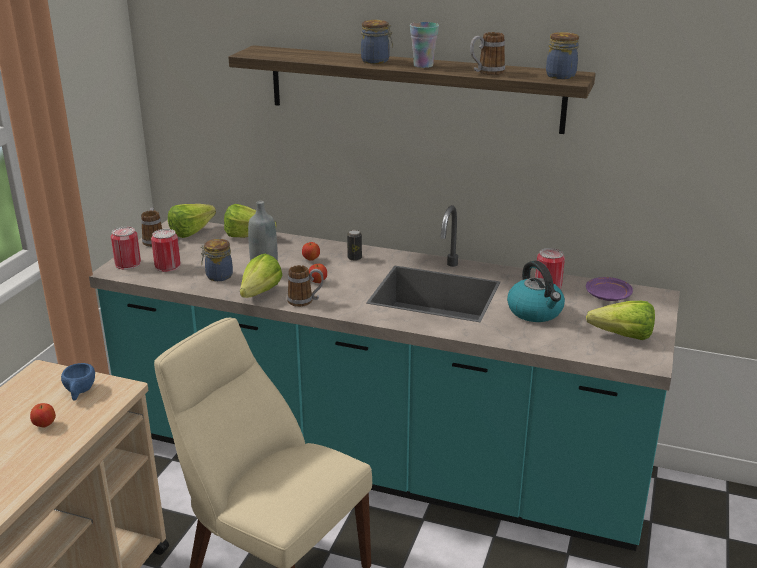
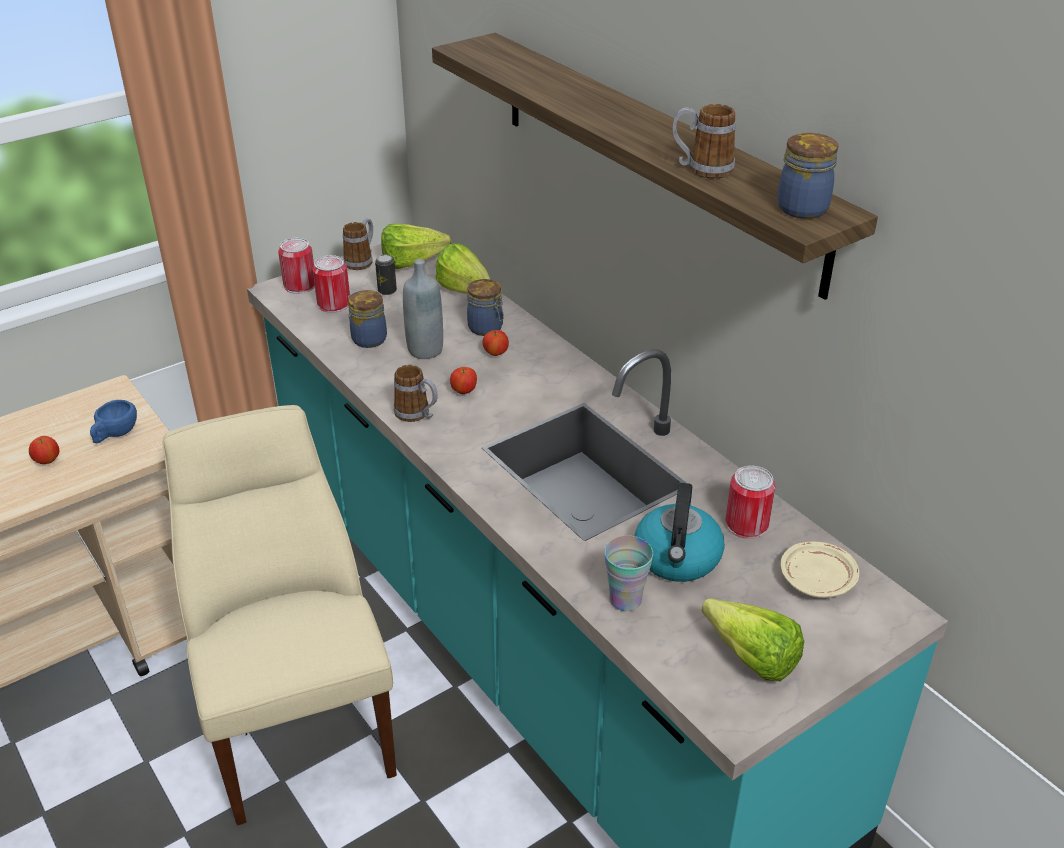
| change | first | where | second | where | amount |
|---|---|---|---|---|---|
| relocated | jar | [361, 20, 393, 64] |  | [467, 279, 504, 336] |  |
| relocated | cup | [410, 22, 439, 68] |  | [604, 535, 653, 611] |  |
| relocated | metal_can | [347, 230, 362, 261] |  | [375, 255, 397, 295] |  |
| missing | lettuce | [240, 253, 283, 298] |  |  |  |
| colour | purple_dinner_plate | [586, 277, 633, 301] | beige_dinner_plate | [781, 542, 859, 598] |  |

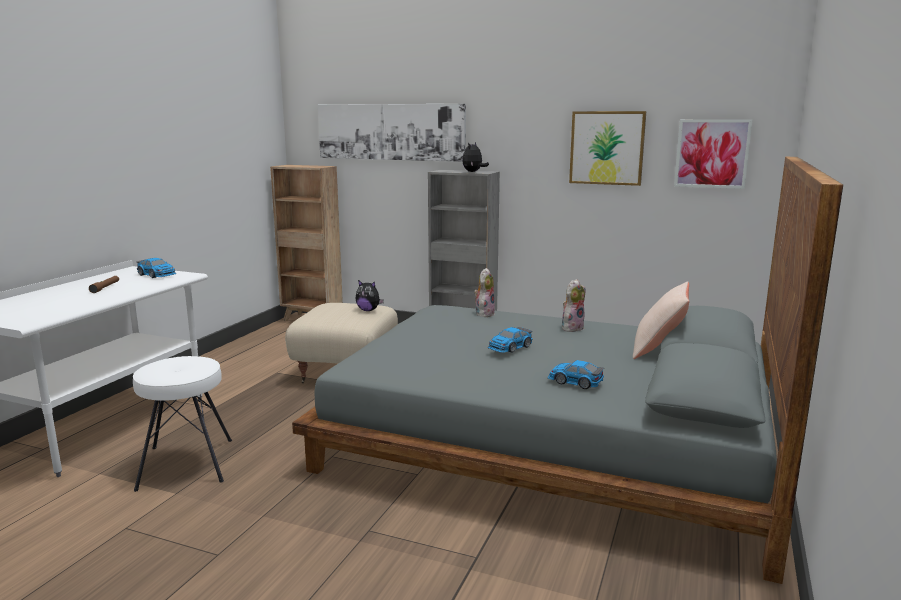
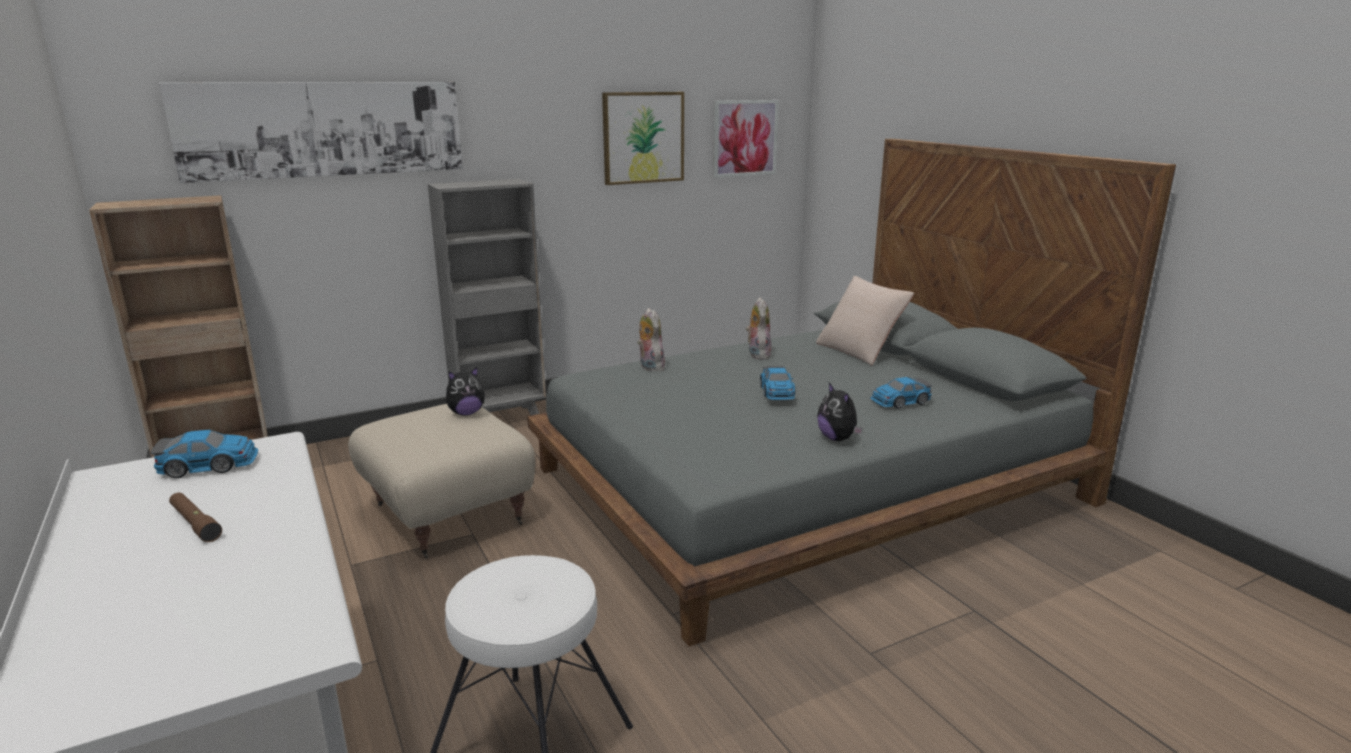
| change | first | where | second | where | amount |
|---|---|---|---|---|---|
| relocated | plush_toy | [462, 142, 489, 172] |  | [817, 383, 863, 441] |  |

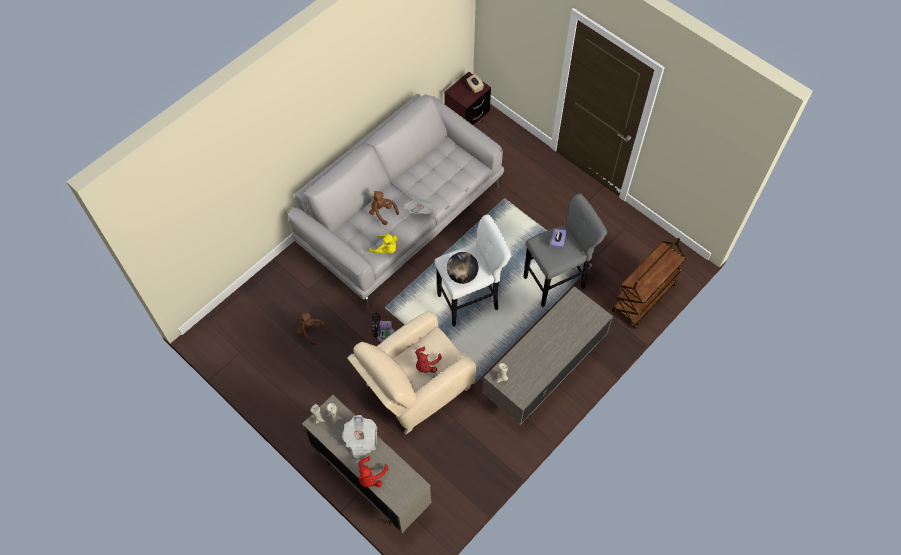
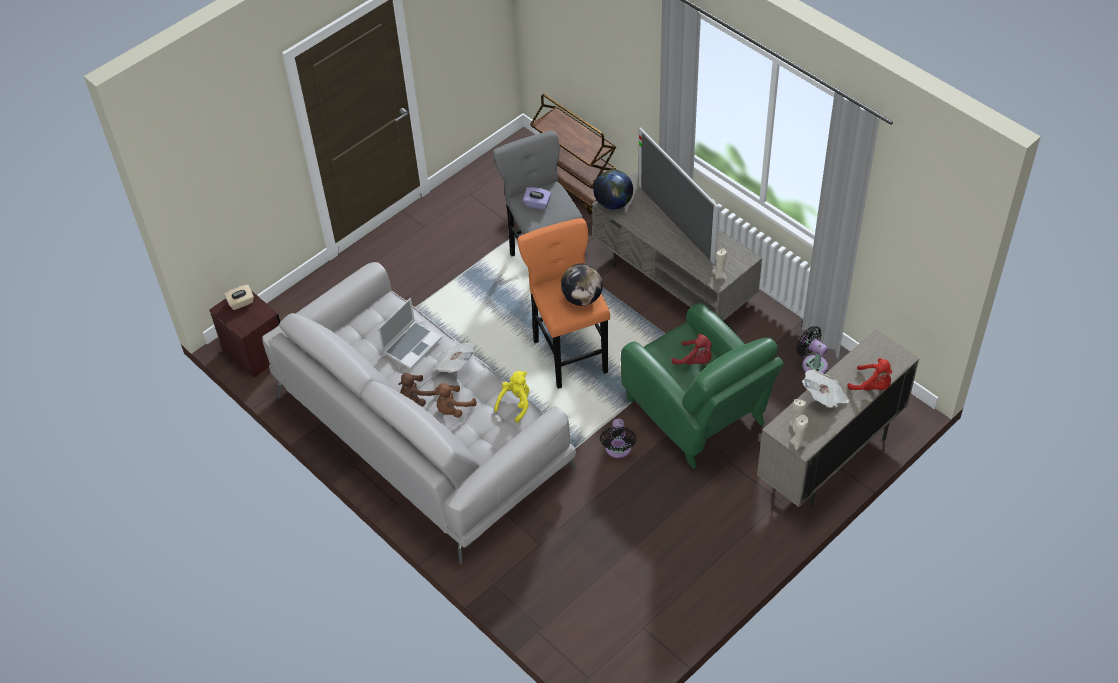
| change | first | where | second | where | amount |
|---|---|---|---|---|---|
| colour | white_stool | [434, 214, 511, 327] | orangey_stool | [517, 218, 610, 389] |  |
| colour | beige_armchair | [347, 311, 476, 434] | greenish_armchair | [621, 303, 784, 469] |  |
| relocated | brownish_plush_toy | [297, 312, 328, 345] |  | [399, 373, 438, 407] |  |
| appeared |  |  | TV_set | [638, 127, 719, 264] |  |
| appeared |  |  | globe | [593, 170, 633, 210] |  |
| appeared |  |  | notebook_computer | [378, 298, 442, 369] |  |
| appeared |  |  | black-coloured_cooling_fan | [796, 326, 828, 374] |  |

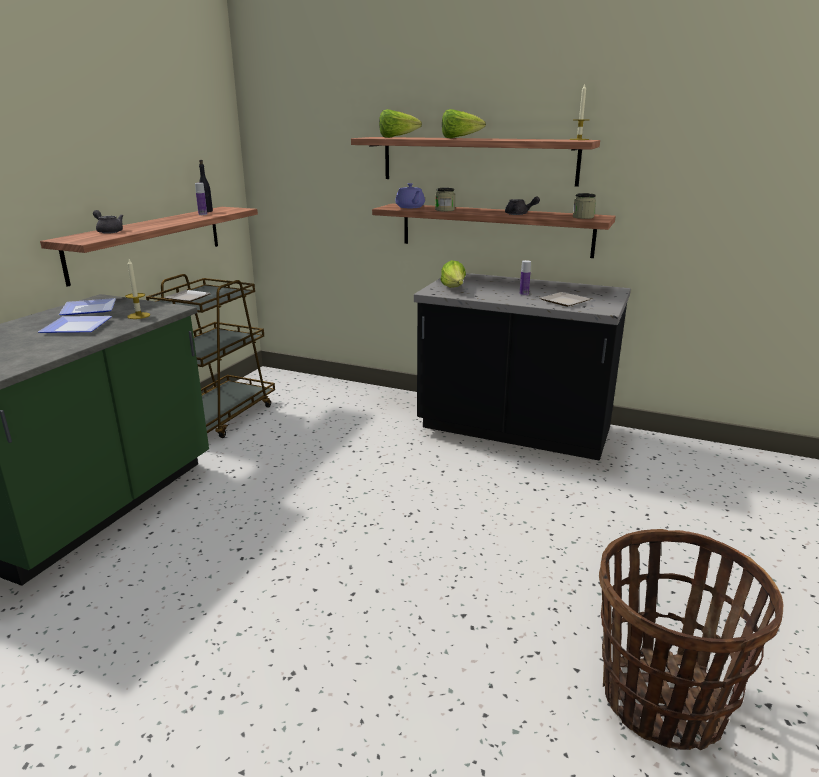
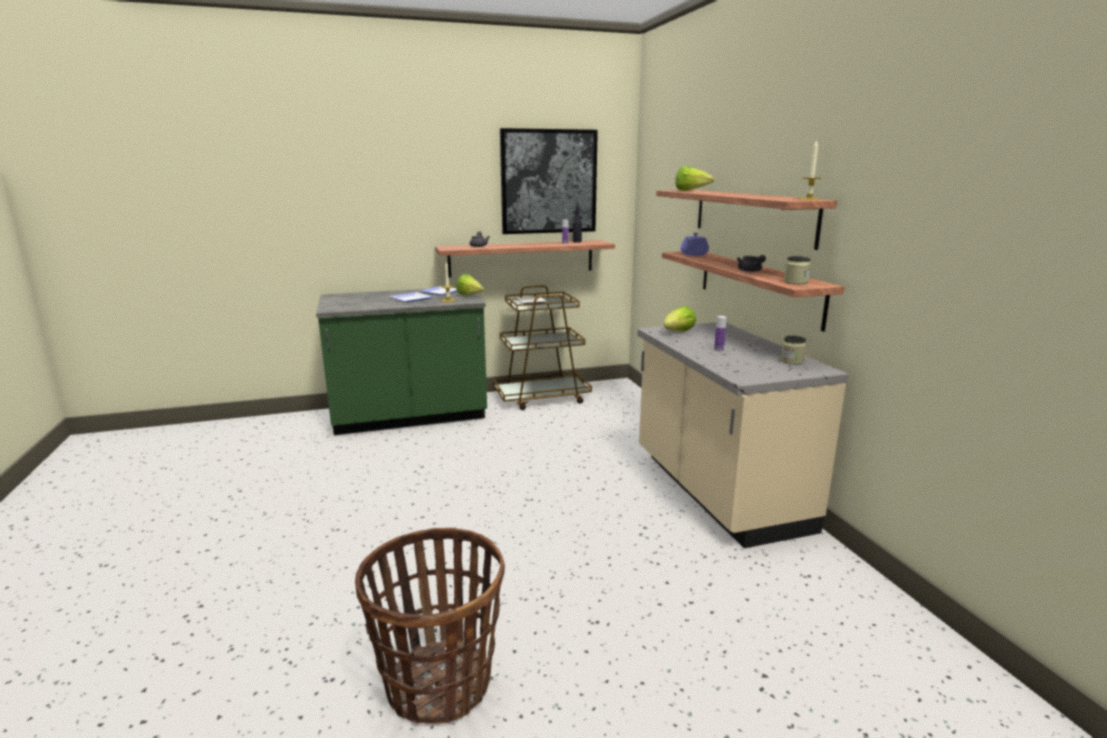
| change | first | where | second | where | amount |
|---|---|---|---|---|---|
| relocated | lettuce | [442, 109, 486, 138] |  | [457, 274, 484, 295] |  |
| relocated | jar | [435, 188, 455, 211] |  | [781, 335, 807, 364] |  |
| colour | black-coloured_counter | [414, 273, 631, 461] | beige_counter | [637, 322, 849, 548] |  |
| missing | dinner_plate | [540, 292, 590, 307] |  |  |  |
| appeared |  |  | wall_art | [500, 128, 598, 234] |  |

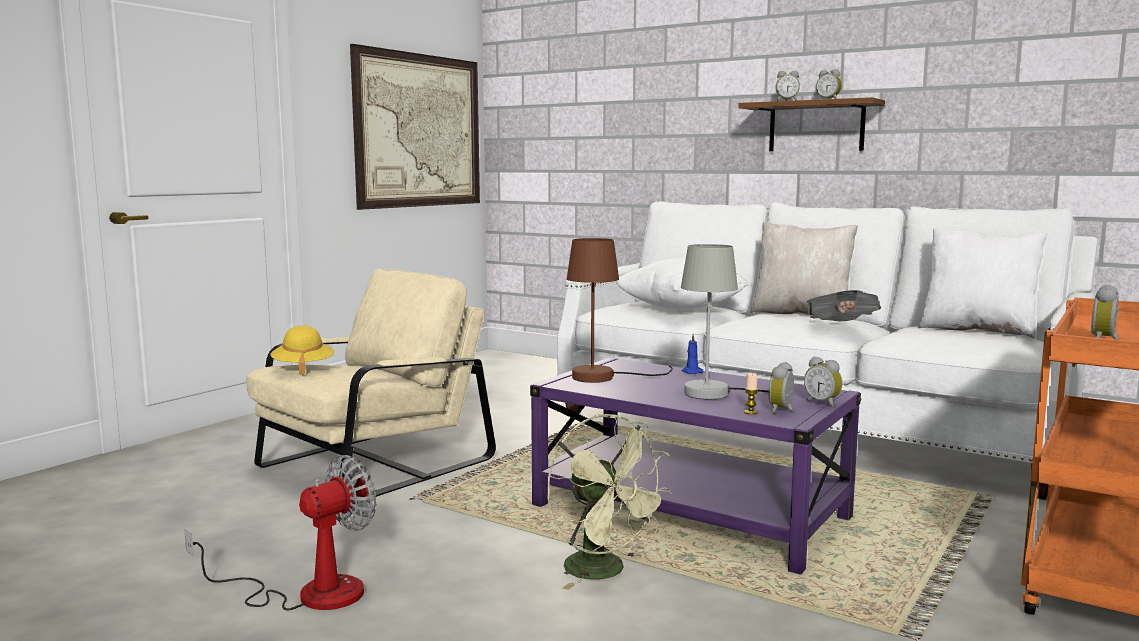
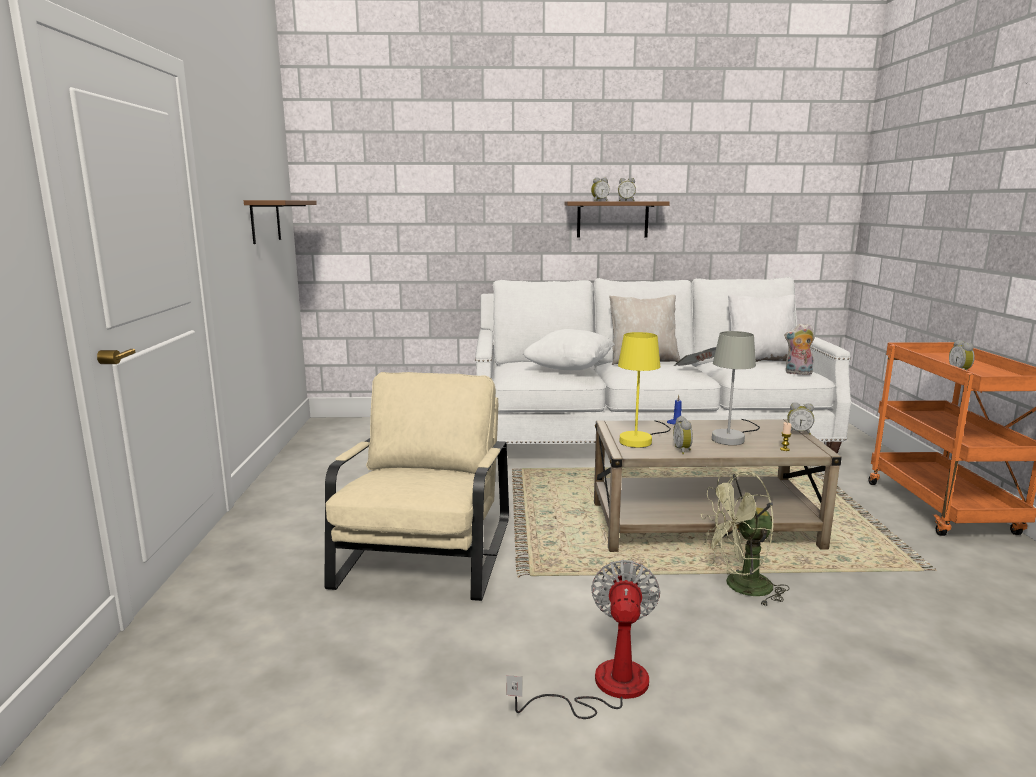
| change | first | where | second | where | amount |
|---|---|---|---|---|---|
| exchanged | wall_art | [350, 44, 480, 210] | brownish_wall_shelf | [244, 200, 317, 244] |  |
| colour | brownish_tabletop_lamp | [567, 238, 673, 383] | yellow_tabletop_lamp | [618, 332, 671, 448] |  |
| missing | yellow_hat | [270, 325, 335, 376] |  |  |  |
| colour | purple_coffee_table | [530, 357, 861, 574] | beige_coffee_table | [594, 419, 842, 552] |  |
| relocated | alarm_clock | [768, 362, 794, 414] |  | [673, 416, 693, 454] |  |
| spun | greenish_cooling_fan | [547, 414, 673, 590] |  | [701, 471, 789, 606] | 150 degrees clockwise |
| appeared |  |  | plush_toy | [784, 324, 815, 376] |  |

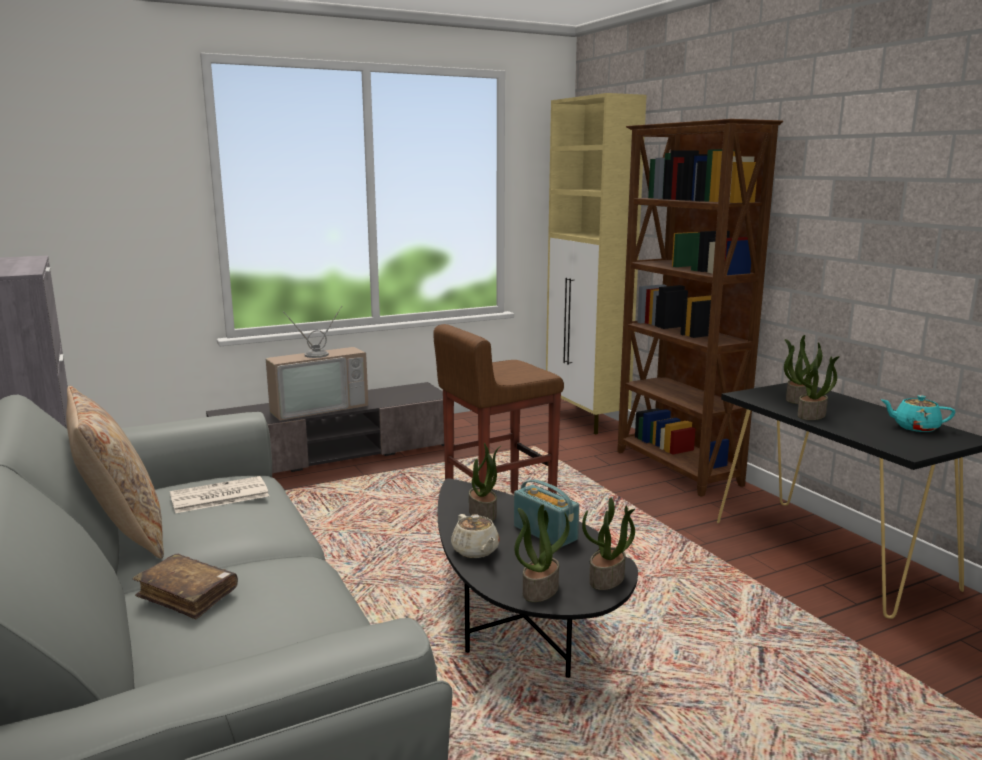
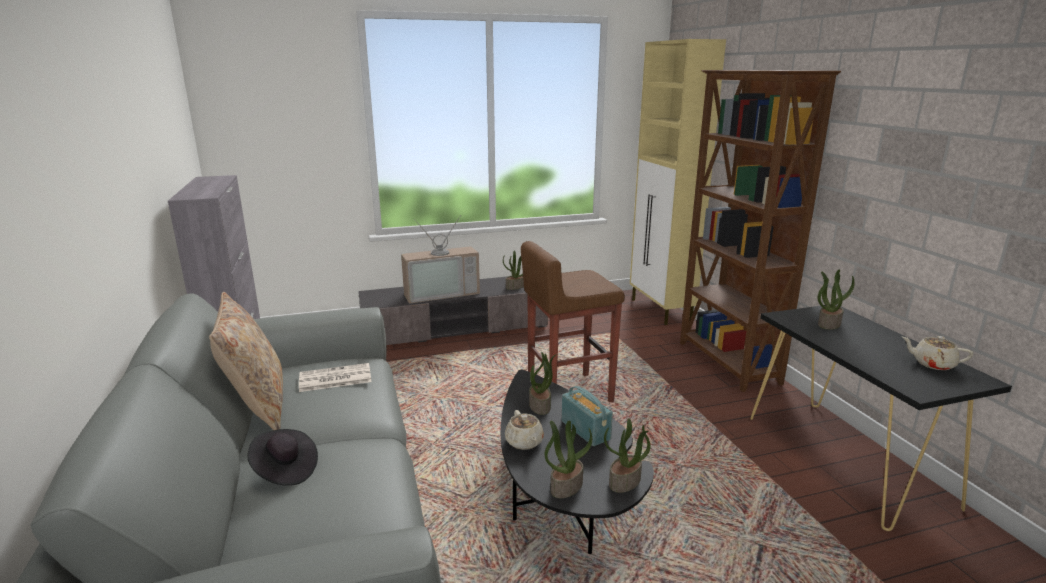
| change | first | where | second | where | amount |
|---|---|---|---|---|---|
| relocated | potted_plant | [795, 348, 840, 420] |  | [503, 251, 524, 290] |  |
| colour | blue-green_tea_pot | [881, 395, 955, 432] | beige_tea_pot | [902, 336, 973, 370] |  |
| exchanged | brownish_bound_book | [133, 554, 238, 619] | black-coloured_hat | [248, 429, 318, 486] |  |

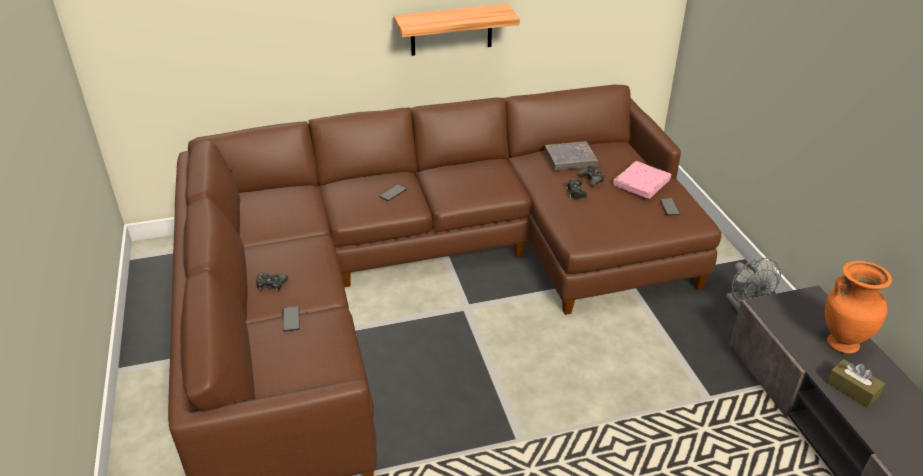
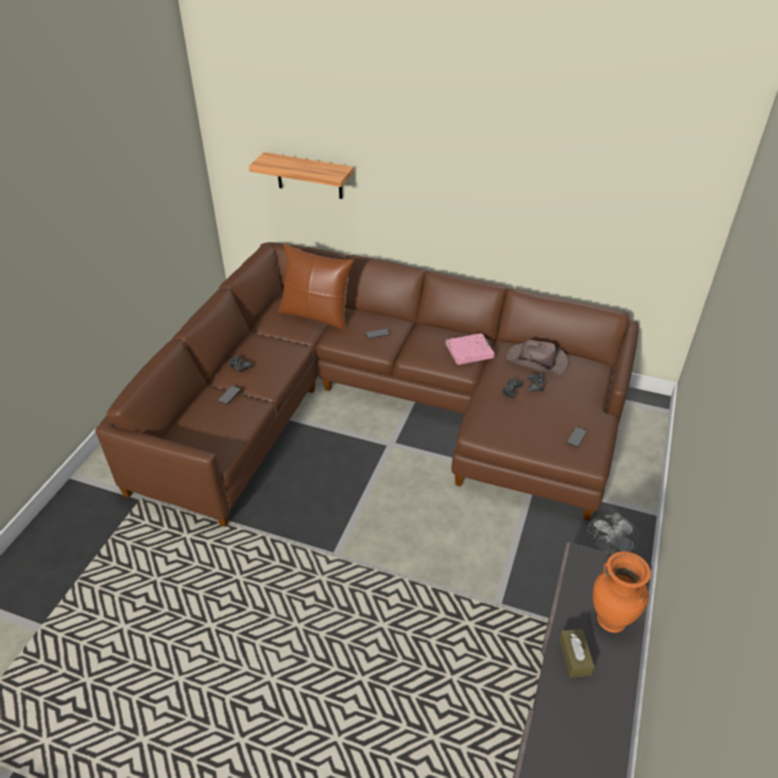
| change | first | where | second | where | amount |
|---|---|---|---|---|---|
| relocated | wall_shelf | [394, 4, 520, 56] |  | [249, 152, 354, 199] |  |
| exchanged | grey_bound_book | [545, 141, 598, 170] | brownish_hat | [507, 340, 568, 375] |  |
| relocated | pink_bound_book | [613, 161, 671, 199] |  | [446, 333, 495, 365] |  |
| appeared |  |  | brownish_cushion | [278, 244, 354, 330] |  |

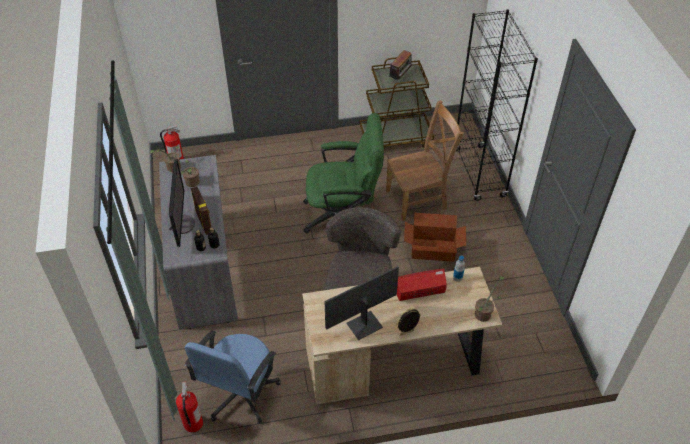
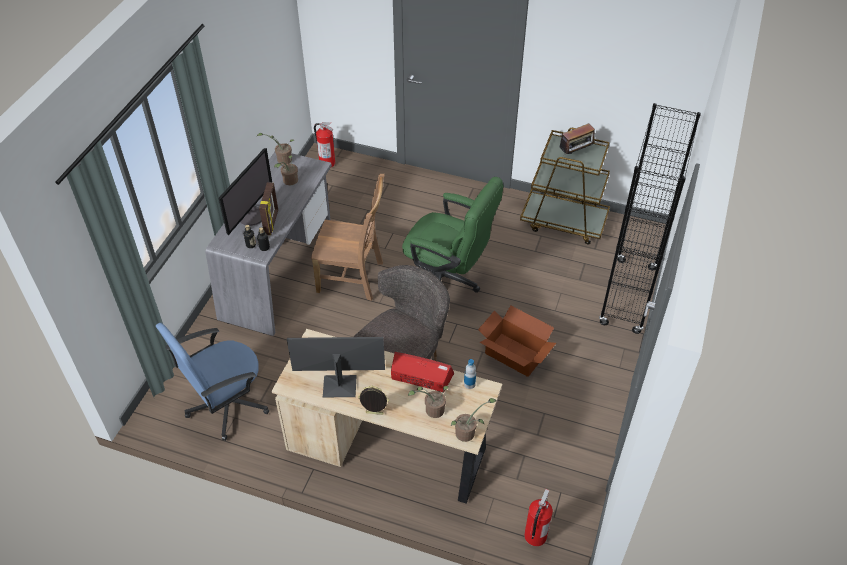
| change | first | where | second | where | amount |
|---|---|---|---|---|---|
| relocated | brownish_plain_chair | [386, 100, 464, 221] |  | [311, 174, 385, 301] |  |
| relocated | extinguisher | [176, 382, 203, 432] |  | [524, 489, 553, 546] |  |
| appeared |  |  | potted_plant | [408, 386, 449, 418] |  |

